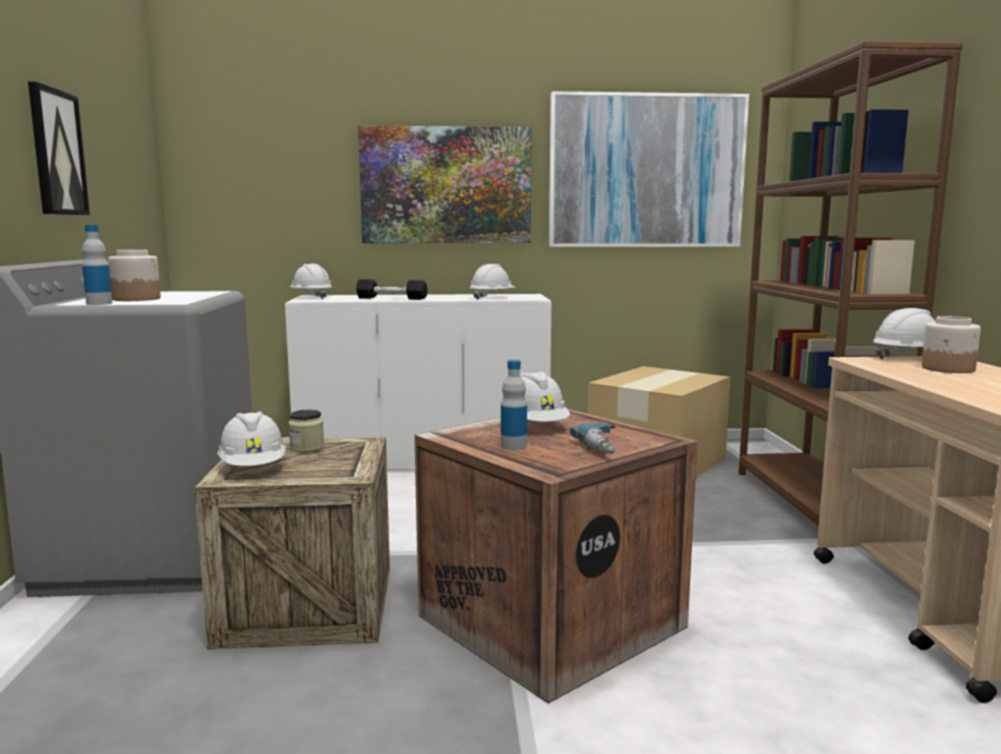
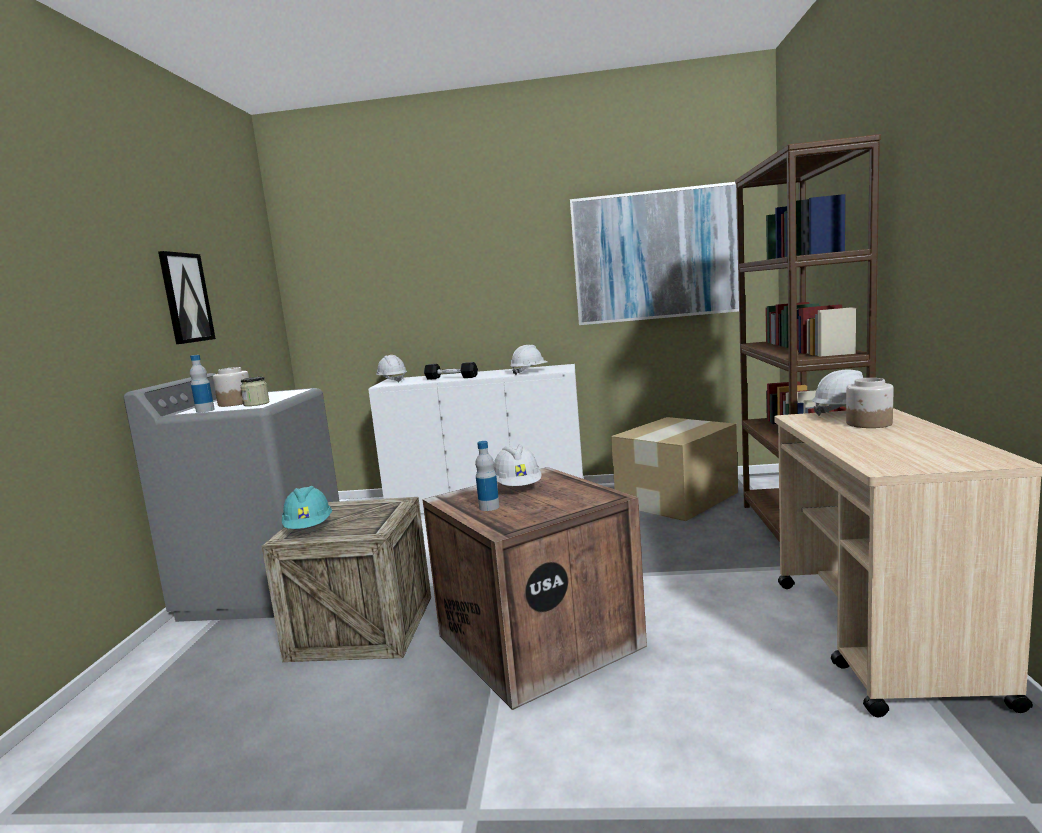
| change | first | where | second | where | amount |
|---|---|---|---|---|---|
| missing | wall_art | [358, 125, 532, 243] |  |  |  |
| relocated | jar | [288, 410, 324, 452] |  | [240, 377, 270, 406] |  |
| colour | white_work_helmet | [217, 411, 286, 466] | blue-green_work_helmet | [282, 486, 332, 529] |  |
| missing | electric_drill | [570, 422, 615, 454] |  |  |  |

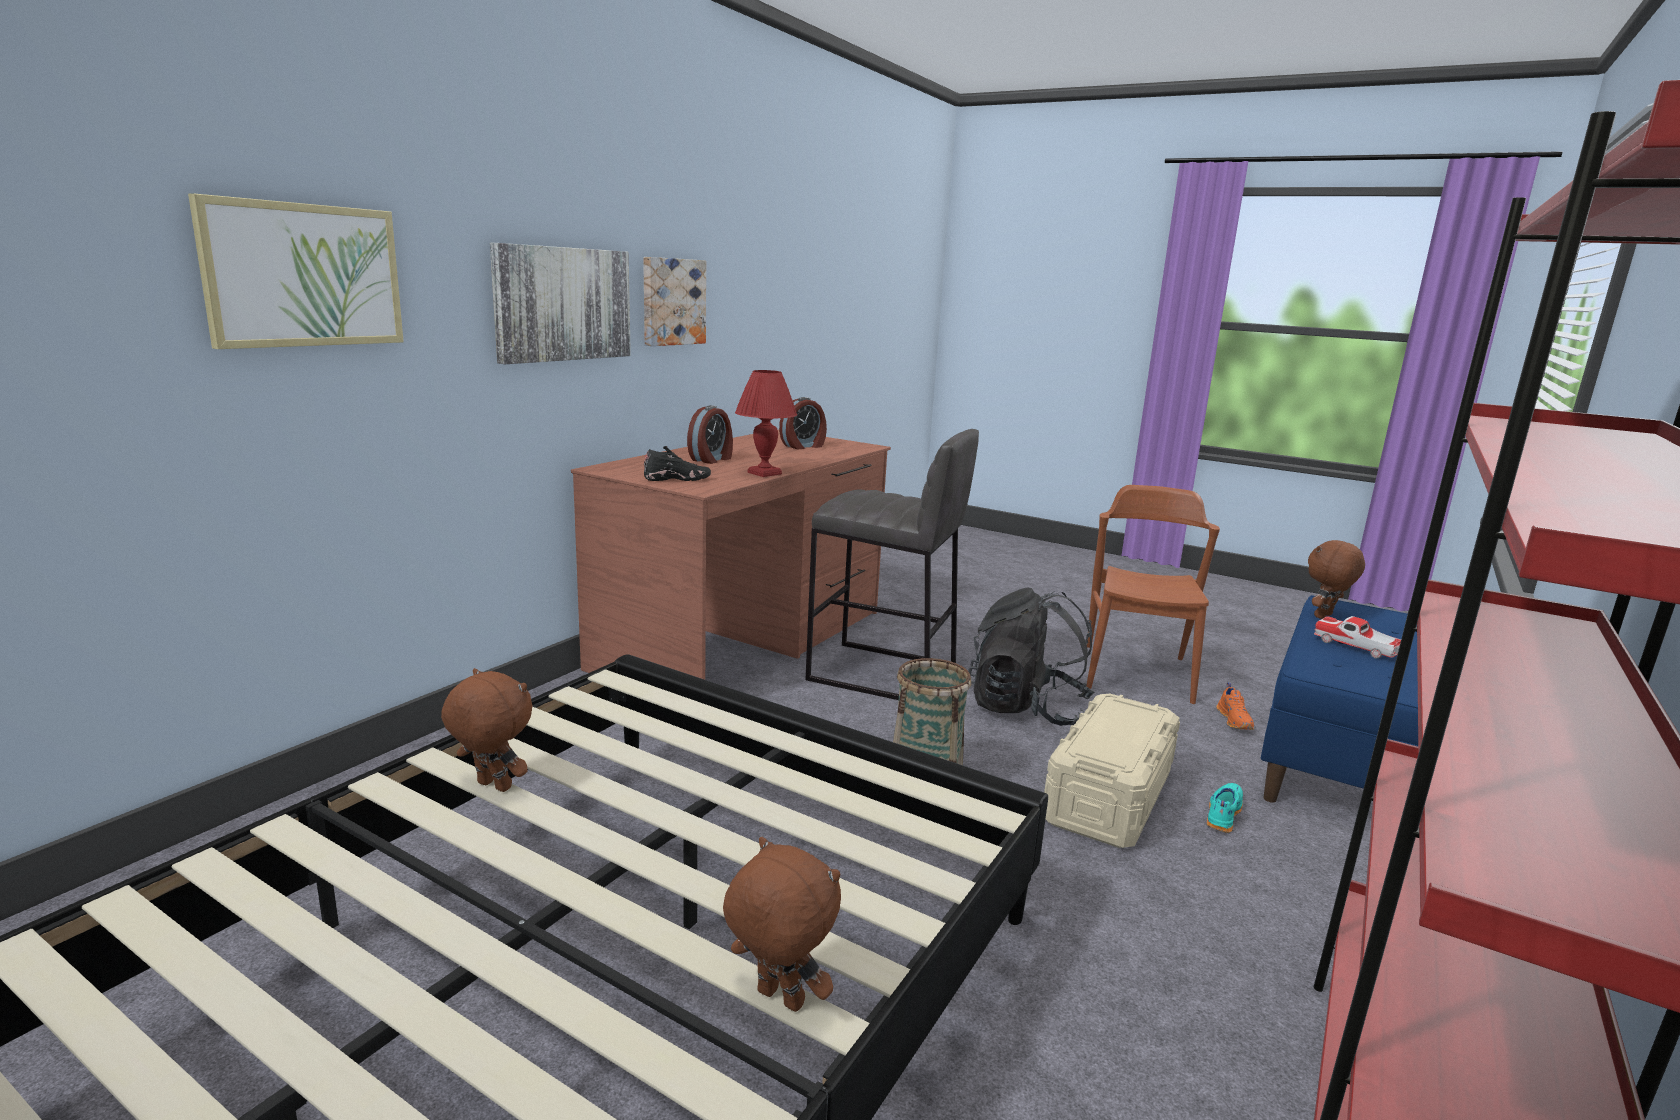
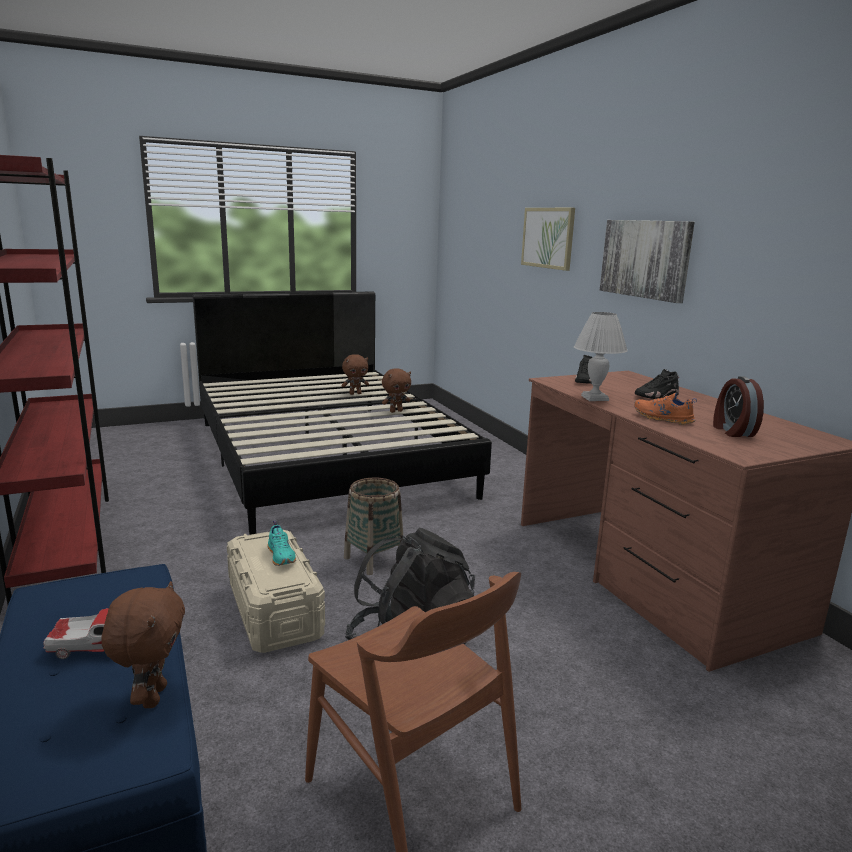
| change | first | where | second | where | amount |
|---|---|---|---|---|---|
| missing | wall_art | [643, 257, 706, 346] |  |  |  |
| colour | red-coloured_tabletop_lamp | [735, 370, 797, 477] | white_tabletop_lamp | [574, 312, 628, 401] |  |
| exchanged | alarm_clock | [687, 405, 733, 464] | black-coloured_item_of_footwear | [635, 369, 679, 399] |  |
| missing | grey_stool | [806, 429, 979, 700] |  |  |  |
| relocated | orangey_item_of_footwear | [1217, 683, 1254, 730] |  | [634, 393, 697, 425] |  |
| relocated | blue-green_item_of_footwear | [1207, 783, 1243, 833] |  | [267, 521, 296, 566] |  |
| relocated | brownish_plush_toy | [723, 837, 841, 1012] |  | [342, 354, 369, 395] |  |

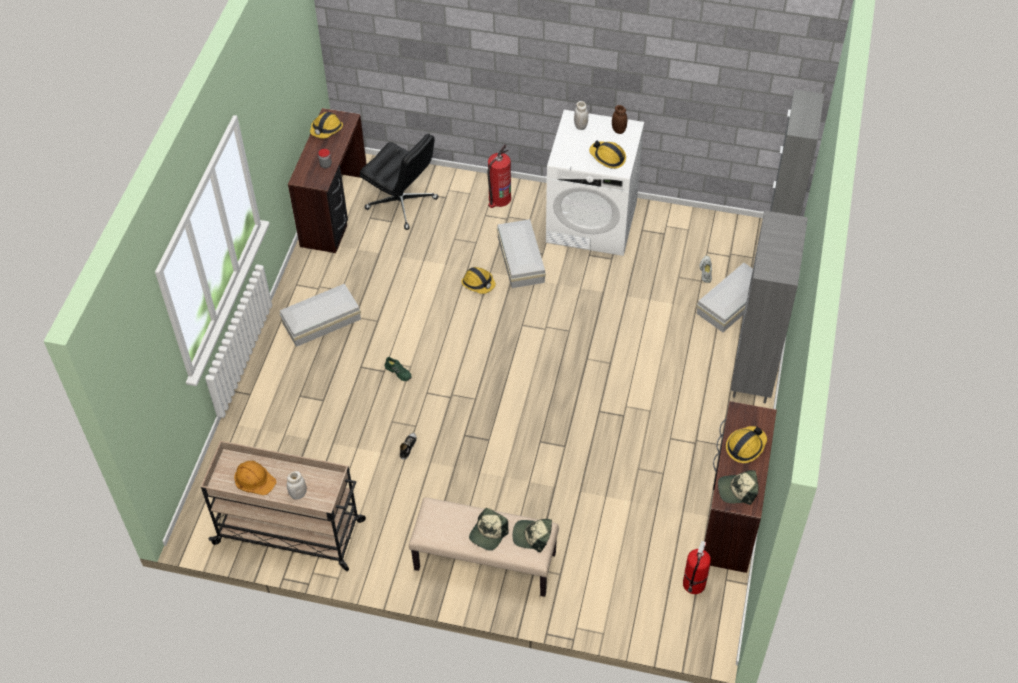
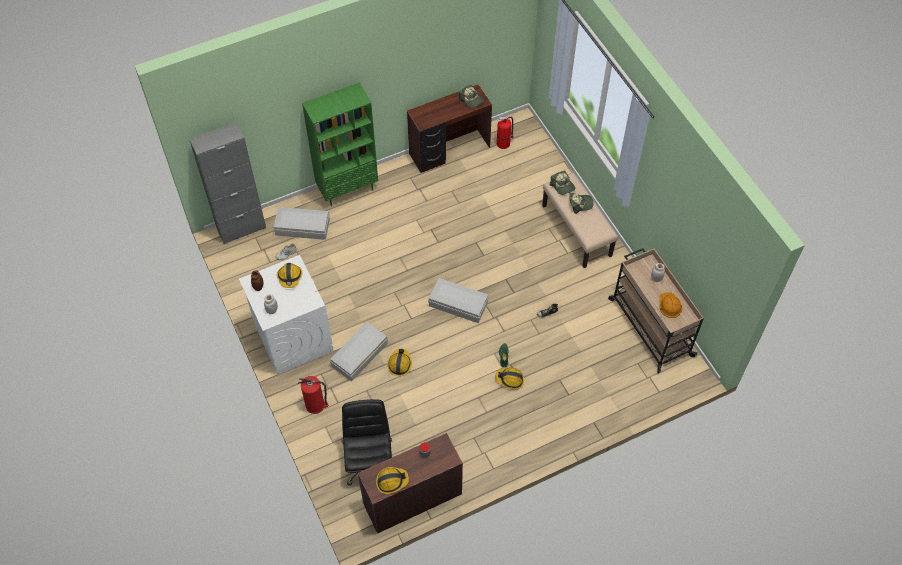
| change | first | where | second | where | amount |
|---|---|---|---|---|---|
| colour | grey_bookcase | [731, 211, 808, 403] | greenish_bookcase | [302, 83, 378, 206] |  |
| relocated | white_storage_container | [279, 284, 361, 347] |  | [428, 278, 489, 323] |  |
| relocated | work_helmet | [726, 426, 767, 463] |  | [495, 367, 524, 389] |  |

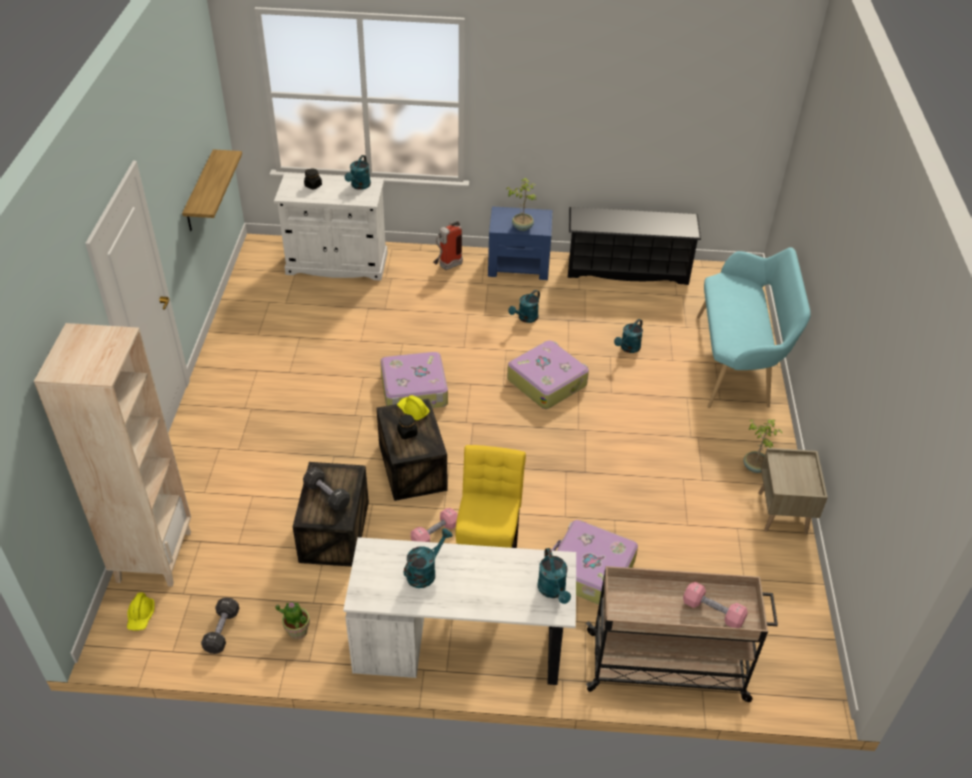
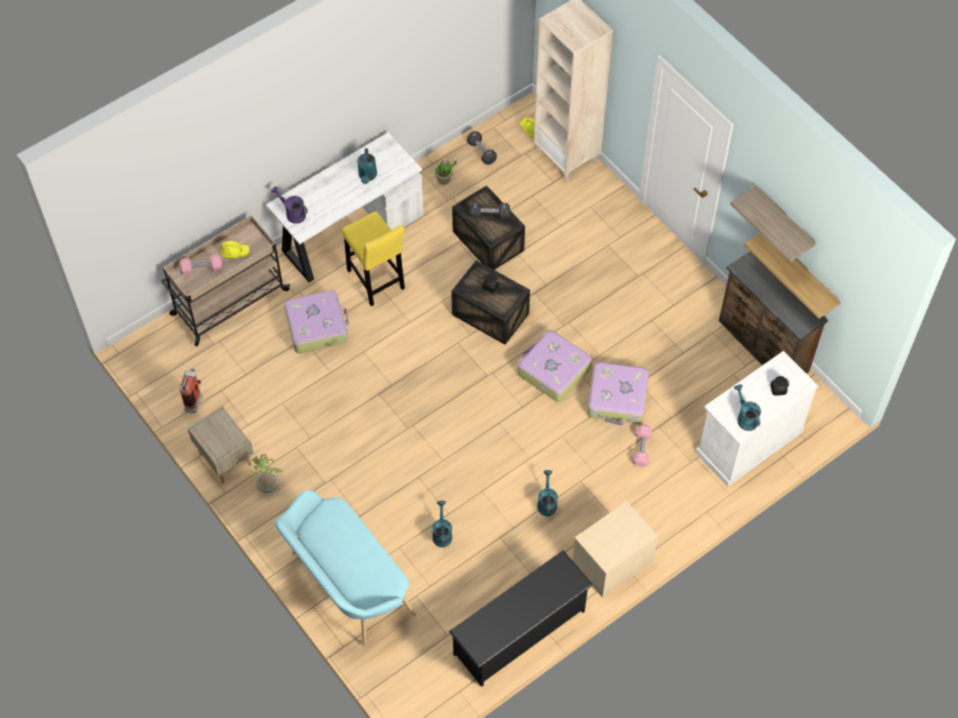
| change | first | where | second | where | amount |
|---|---|---|---|---|---|
| missing | potted_plant | [507, 178, 537, 231] |  |  |  |
| colour | blue_bedside_table | [488, 207, 552, 280] | beige_bedside_table | [572, 501, 658, 598] |  |
| relocated | extinguisher | [433, 220, 463, 270] |  | [179, 368, 202, 414] |  |
| relocated | travel_case | [507, 340, 589, 409] |  | [587, 362, 649, 425] |  |
| relocated | yellow_work_helmet | [397, 395, 430, 421] |  | [221, 241, 250, 259] |  |
| relocated | pink_hand_weight | [411, 508, 458, 542] |  | [633, 425, 652, 467] |  |
| colour | blue-green_watering_can | [537, 548, 571, 604] | purple_watering_can | [271, 187, 308, 224] |  |
| appeared |  |  | wall_shelf | [730, 185, 816, 262] |  |
| appeared |  |  | brownish_drawer_chest | [719, 252, 828, 374] |  |

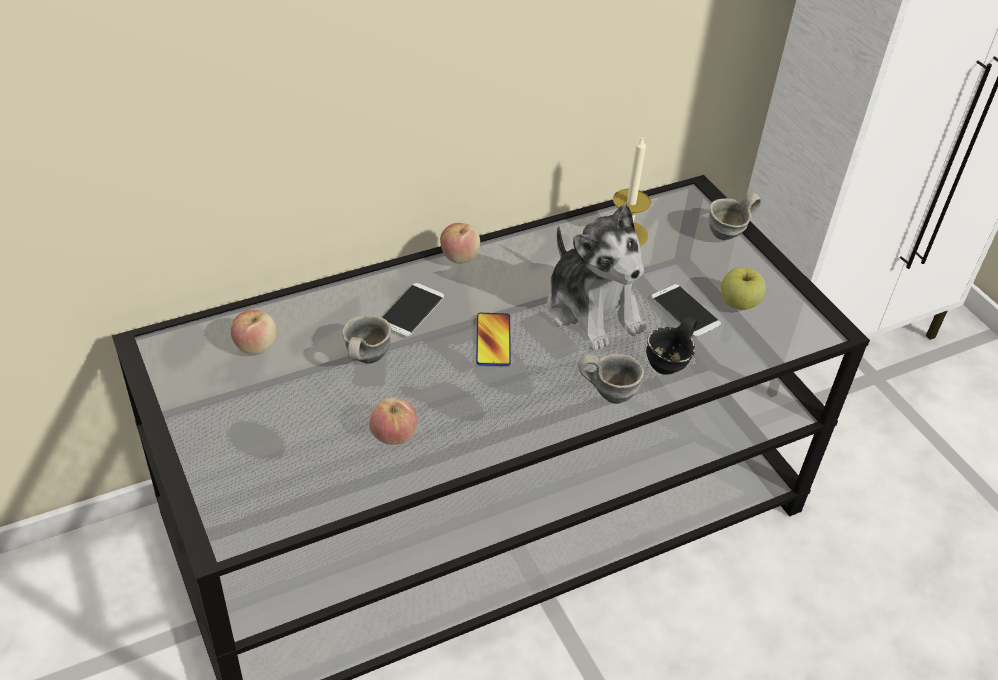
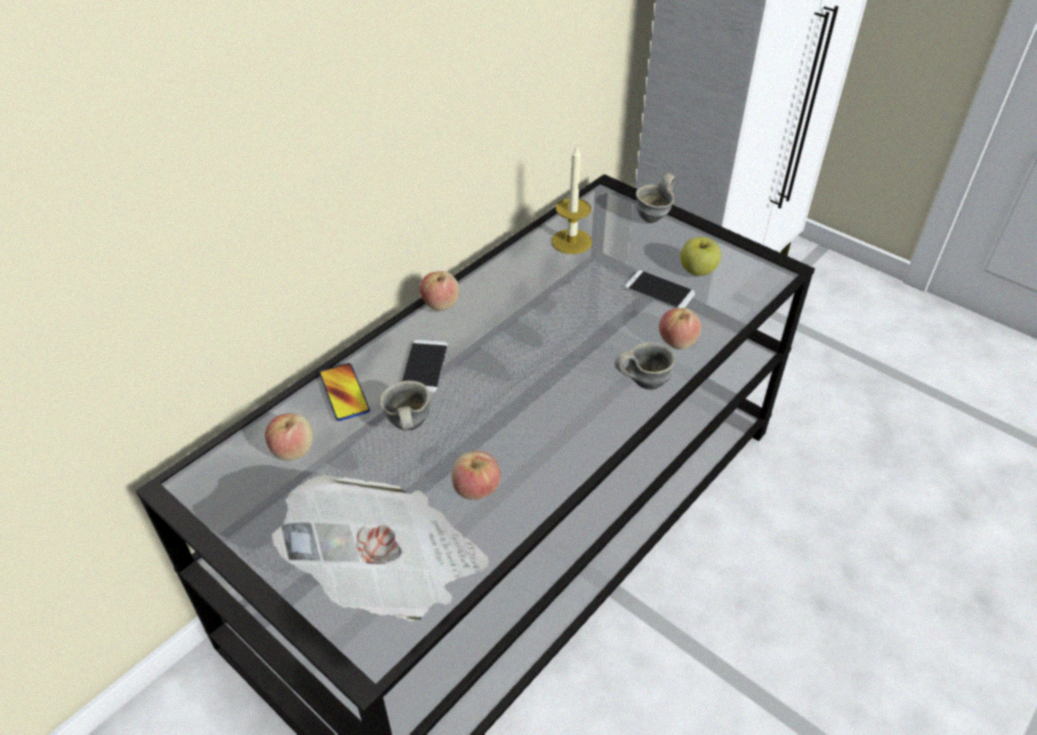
| change | first | where | second | where | amount |
|---|---|---|---|---|---|
| missing | plush_toy | [547, 204, 646, 351] |  |  |  |
| relocated | handset | [476, 313, 511, 366] |  | [319, 363, 370, 421] |  |
| exchanged | black-coloured_mug | [646, 315, 698, 375] | whole_apple | [659, 308, 701, 350] |  |
| appeared |  |  | newspaper | [271, 475, 489, 621] |  |

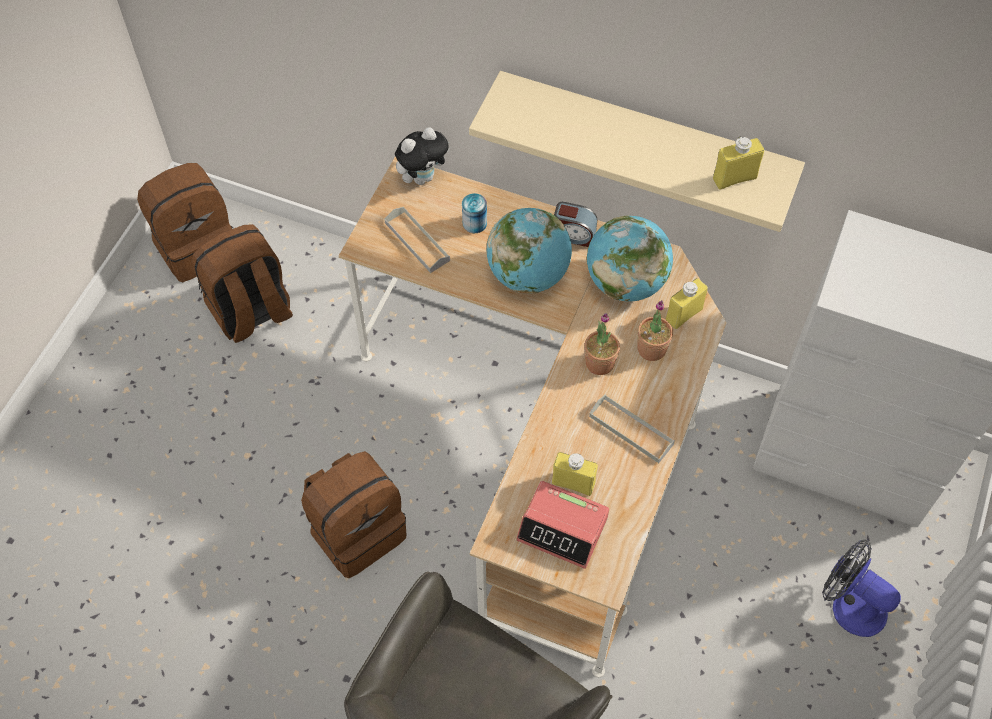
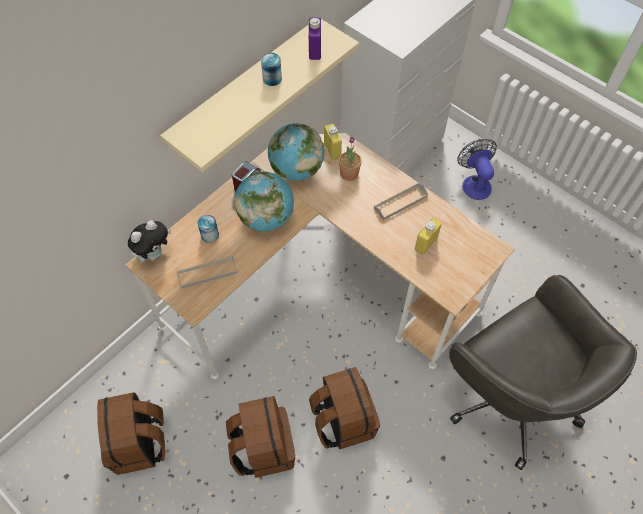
| change | first | where | second | where | amount |
|---|---|---|---|---|---|
| spun | plush_toy | [395, 127, 450, 185] |  | [128, 221, 171, 262] | 60 degrees clockwise |
| colour | yellow_beverage_bottle | [713, 136, 764, 190] | purple_beverage_bottle | [309, 18, 321, 60] |  |
| relocated | brownish_knapsack | [137, 163, 234, 282] |  | [226, 396, 295, 478] |  |
| missing | potted_plant | [584, 313, 620, 375] |  |  |  |
| missing | alarm_clock | [516, 481, 609, 569] |  |  |  |
| spun | cooling_fan | [822, 540, 901, 637] |  | [457, 139, 497, 200] | 105 degrees clockwise |
| appeared |  |  | metal_can | [261, 53, 282, 86] |  |

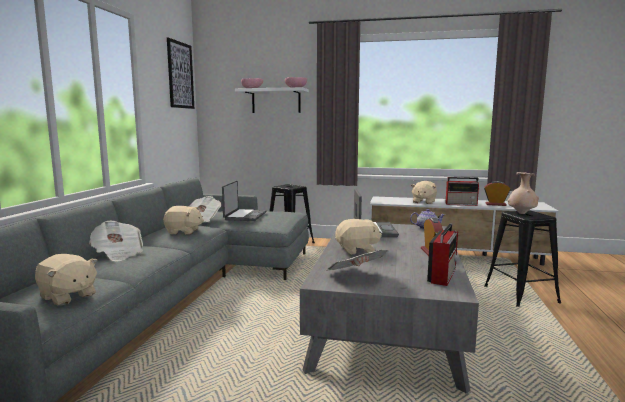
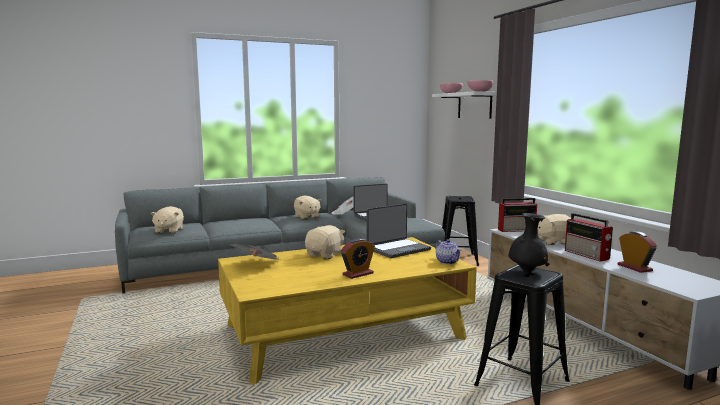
| change | first | where | second | where | amount |
|---|---|---|---|---|---|
| missing | wall_art | [167, 38, 194, 109] |  |  |  |
| colour | beige_vase | [507, 172, 539, 214] | black-coloured_vase | [509, 213, 548, 272] |  |
| spun | beige_plush_toy | [335, 219, 382, 254] |  | [305, 225, 345, 259] | 105 degrees counterclockwise |
| missing | newspaper | [89, 221, 143, 262] |  |  |  |
| colour | grey_coffee_table | [300, 224, 479, 394] | yellow_coffee_table | [218, 237, 477, 384] |  |
| relocated | radio | [427, 224, 458, 286] |  | [498, 198, 537, 232] |  |

